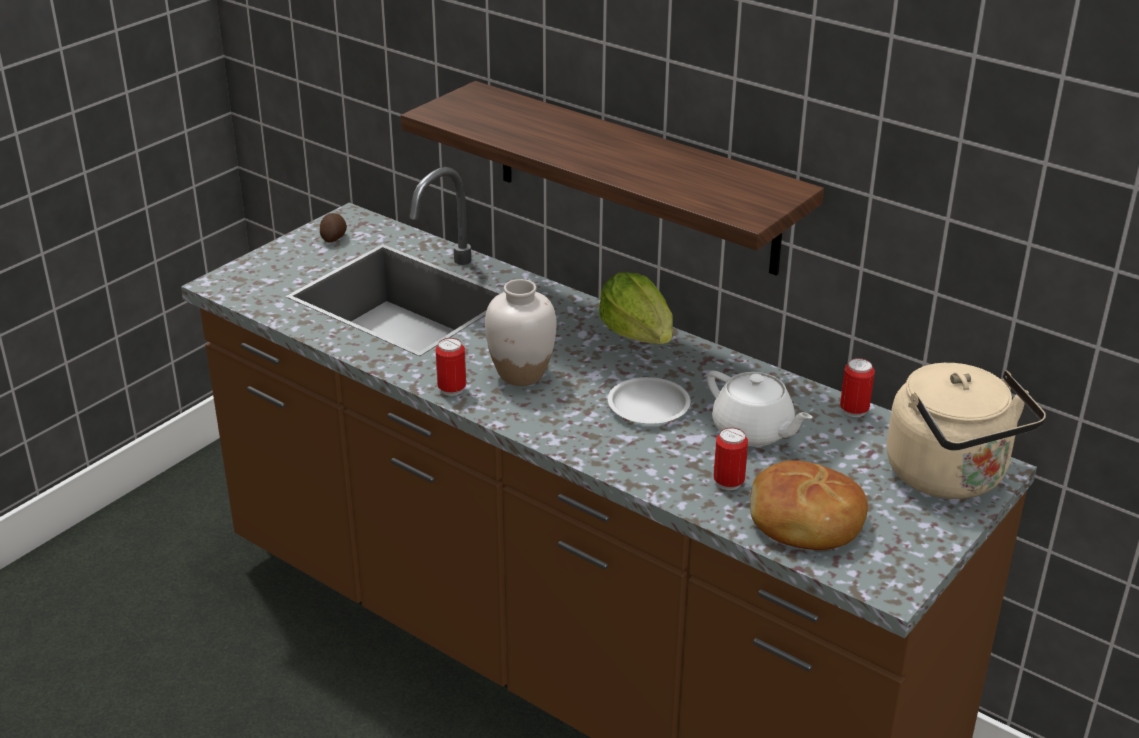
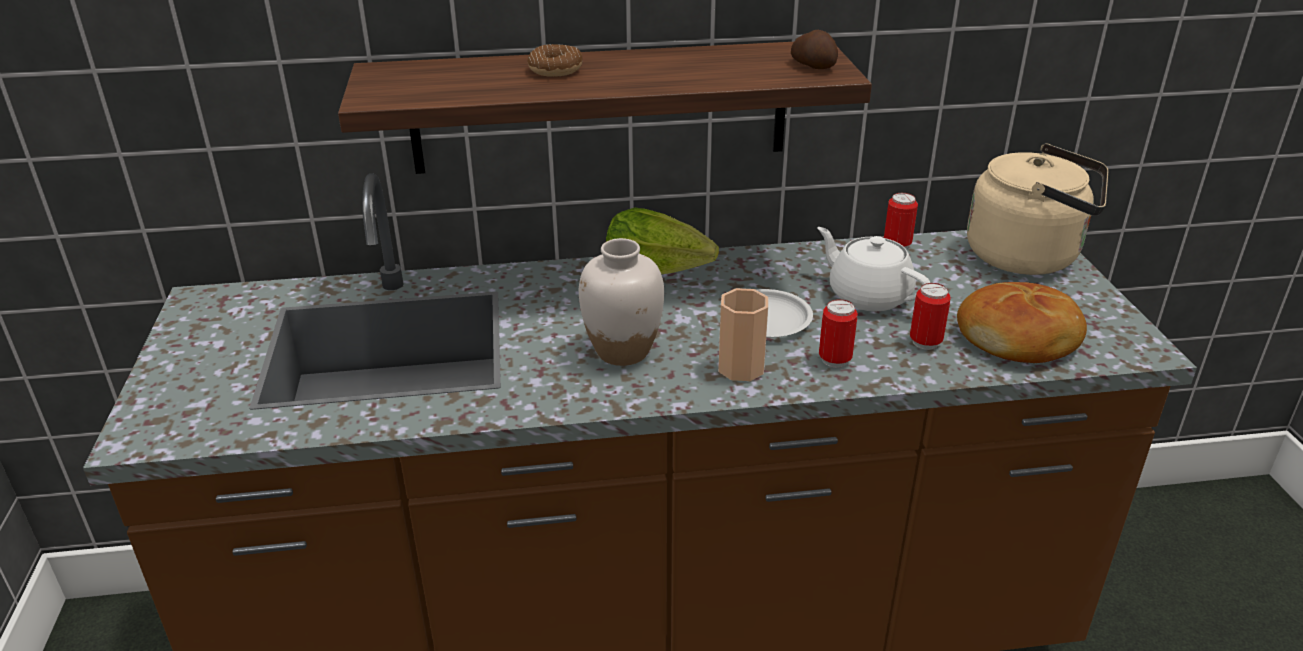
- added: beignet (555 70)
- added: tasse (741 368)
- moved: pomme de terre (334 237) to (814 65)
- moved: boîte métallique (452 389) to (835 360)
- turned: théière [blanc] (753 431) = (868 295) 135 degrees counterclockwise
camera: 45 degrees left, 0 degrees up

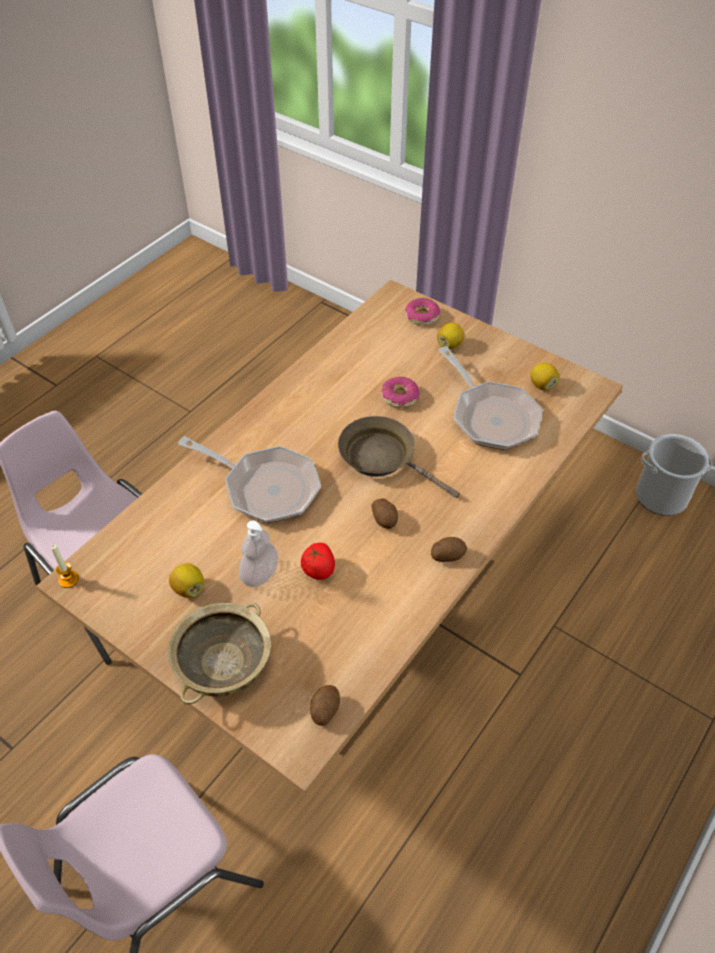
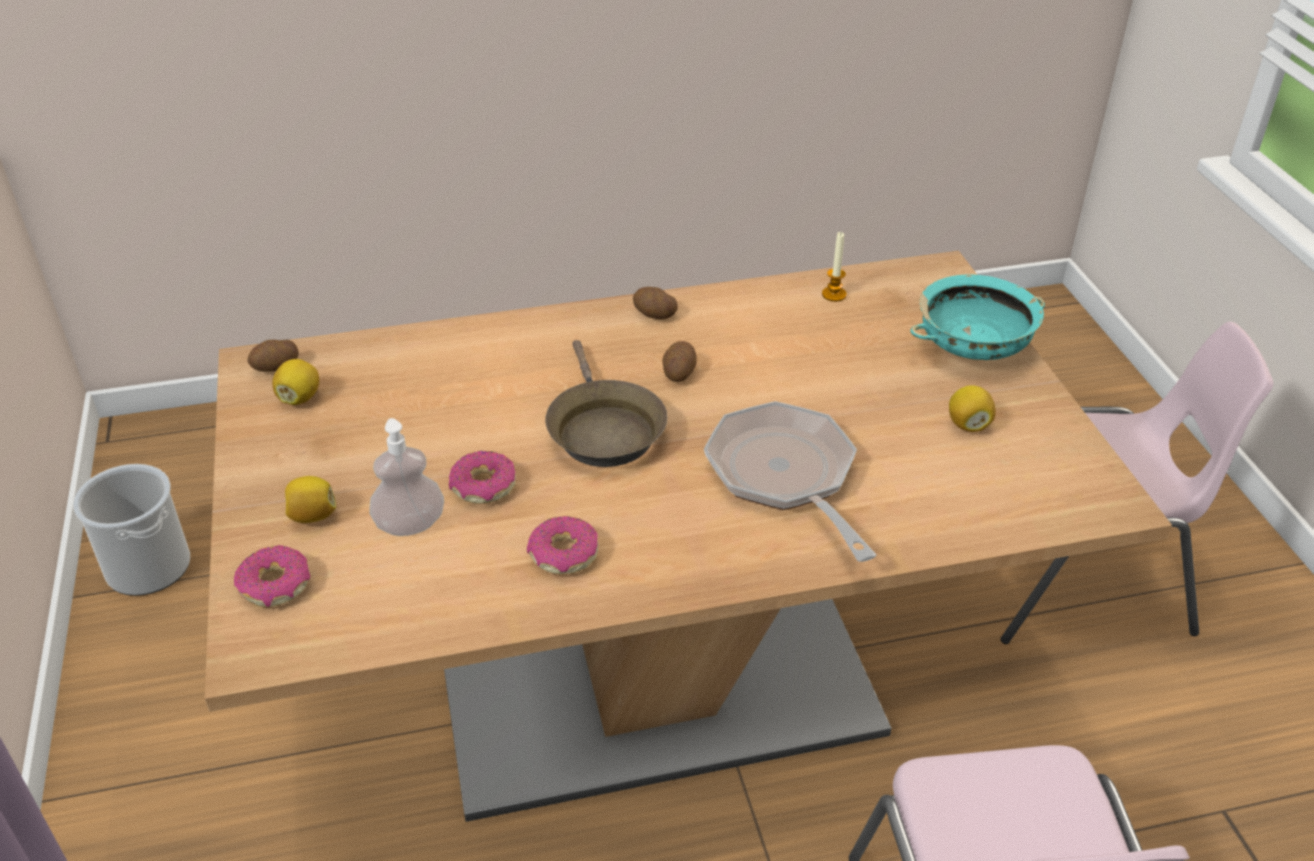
- removed: tomate (319 569)
- removed: poêle (491 416)
- added: beignet (563 554)
- moved: bougie (68 579) to (834 294)
- moved: distributeur de savon (260 574) to (410 524)
- moved: pomme de terre (324 709) to (276 367)
- recoloured: bol [beige] (224 665) to bol [turquoise] (972 347)
camera: 140 degrees left, 10 degrees down

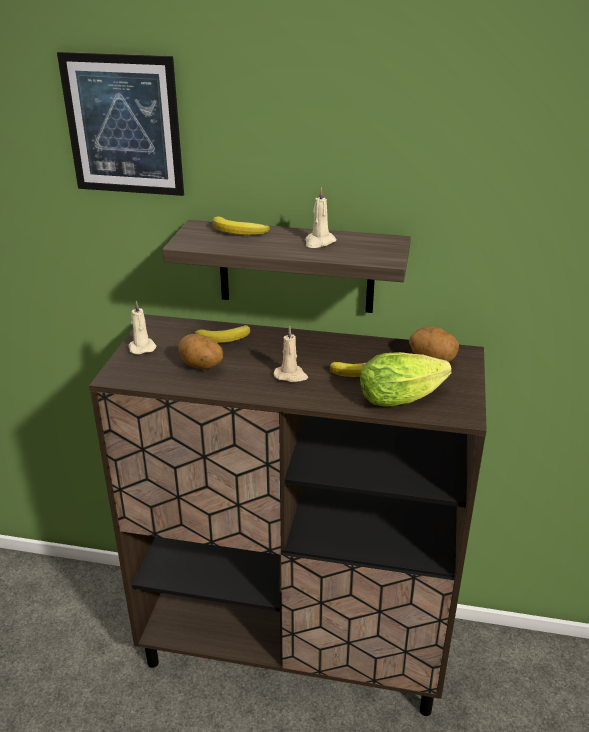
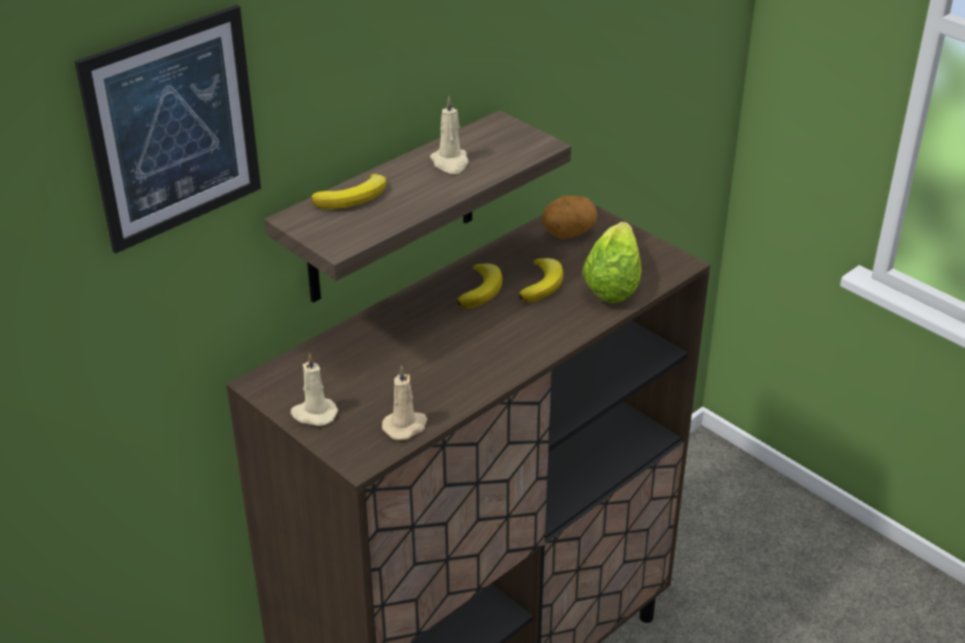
- removed: pomme de terre (201 367)
- moved: banane (225 338) to (481 289)
- moved: bougie [beige] (291 375) to (406 426)
camera: 55 degrees left, 5 degrees up

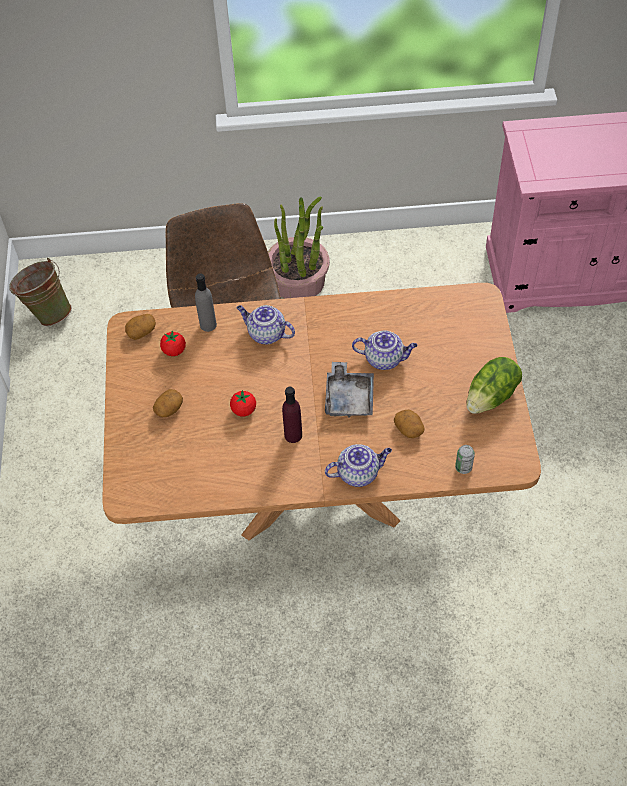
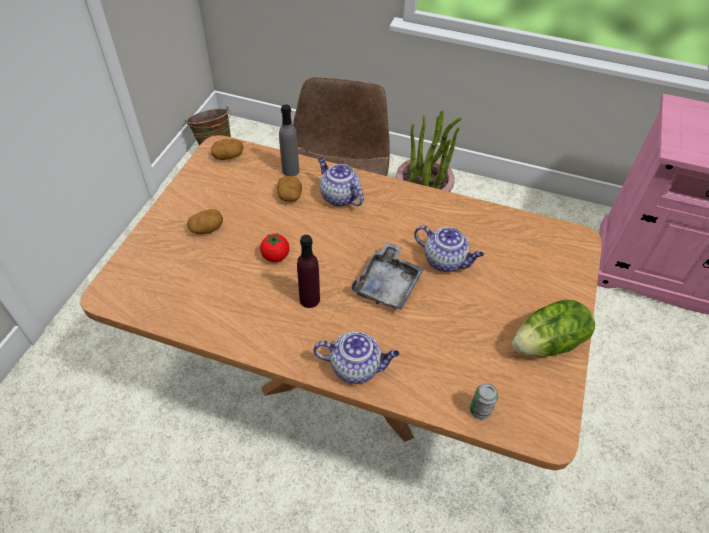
- removed: tomate (174 350)
- moved: pomme de terre (409 429) to (290 196)
camera: 20 degrees right, 5 degrees down

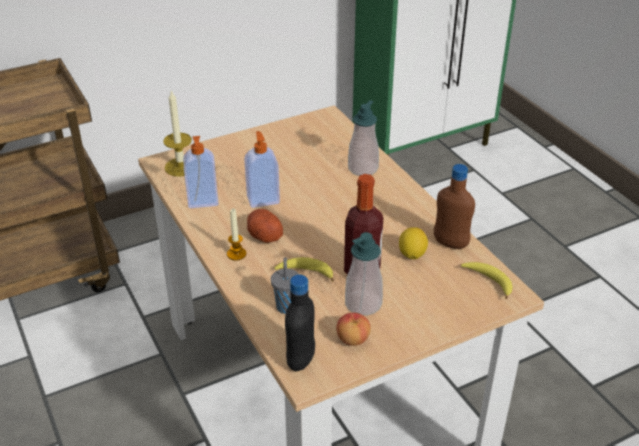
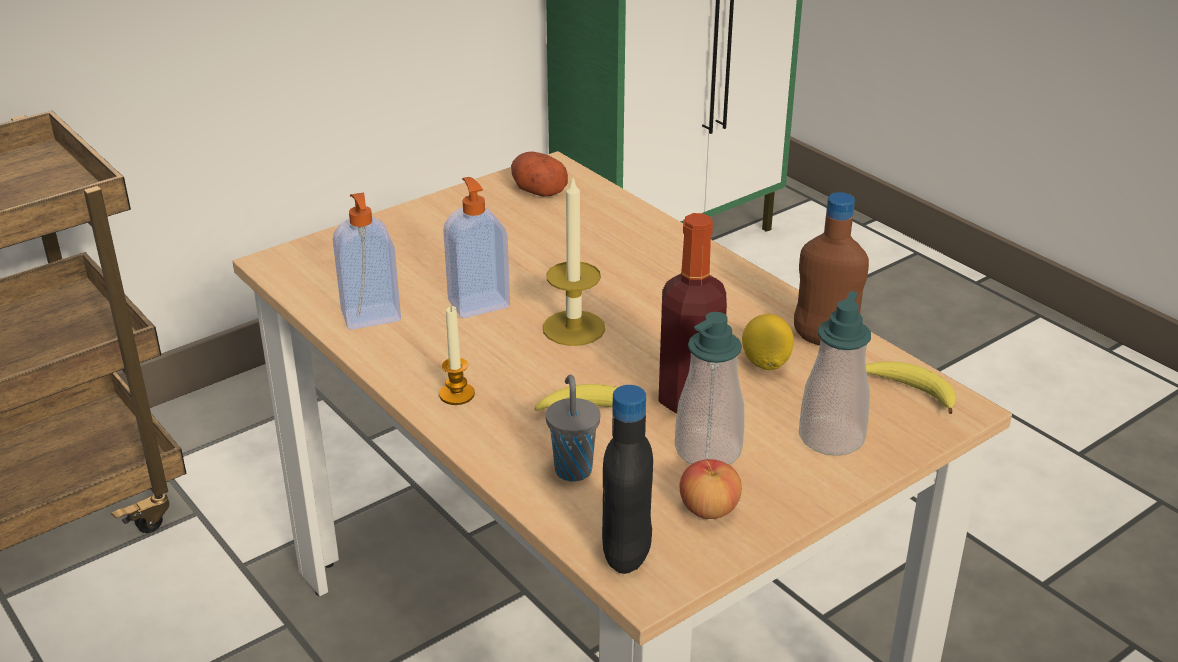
- moved: bougie (180 167) to (573 328)
- moved: pomme de terre (264 235) to (537 190)
- moved: distributeur de savon (363 168) to (831 437)
camera: 10 degrees left, 5 degrees down

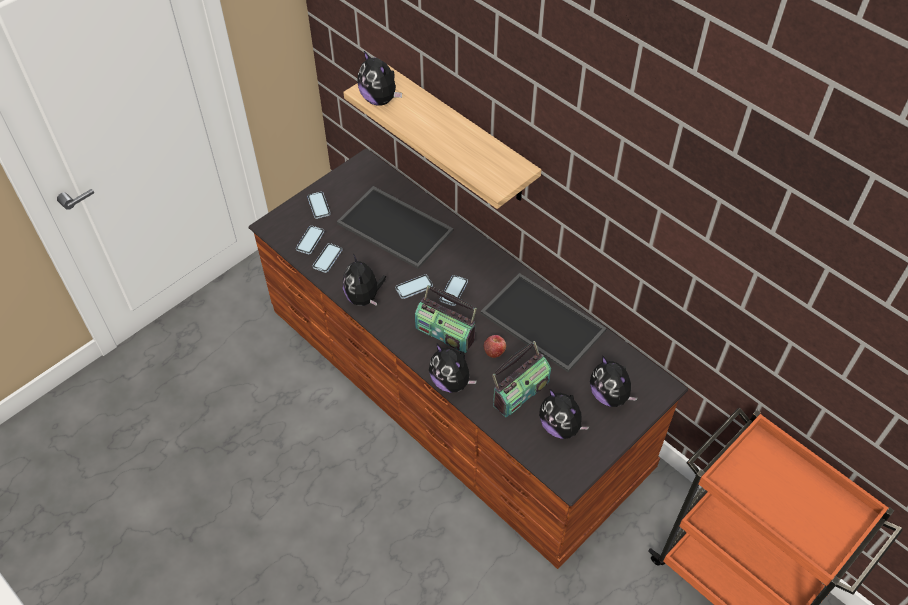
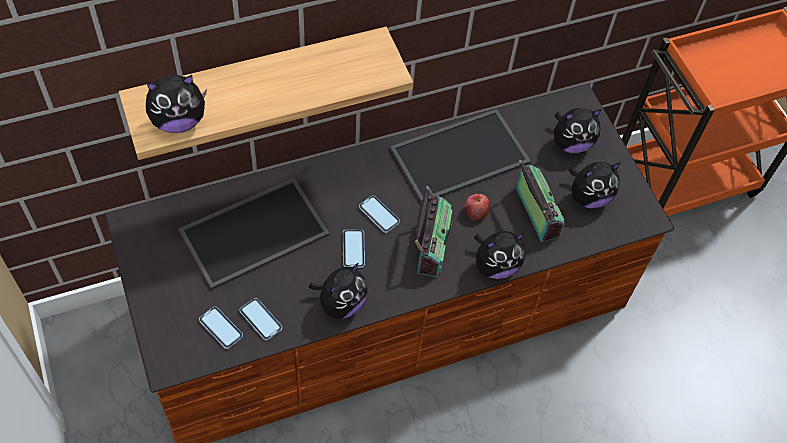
- removed: téléphone (319 206)
- turned: peluche (364 297) = (340 303) 60 degrees counterclockwise
- turned: radio (445 333) = (431 245) 45 degrees counterclockwise
camera: 70 degrees left, 5 degrees up

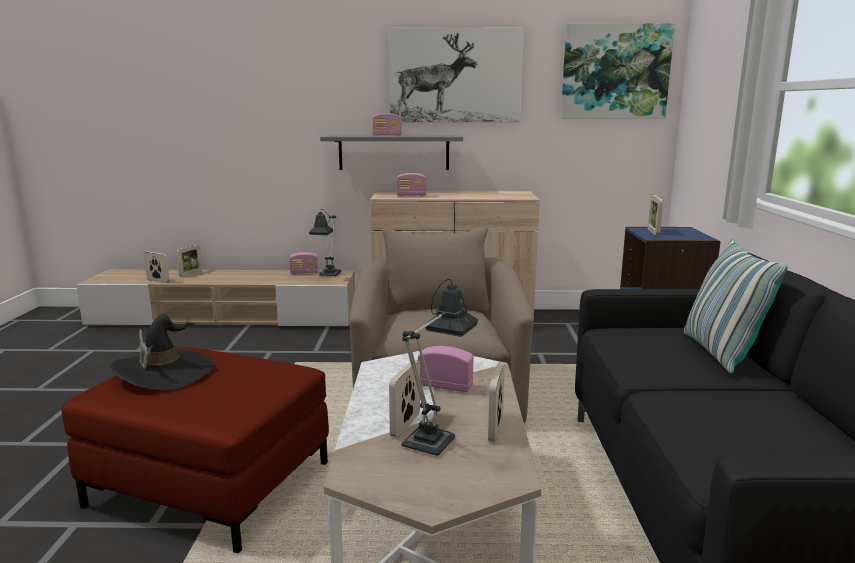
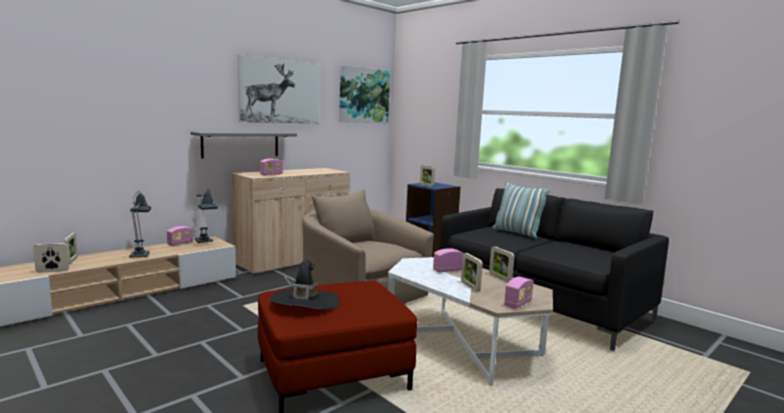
- moved: radio (387 136) to (518 304)
- moved: lampe de table (434 437) to (140 254)
camera: 45 degrees left, 5 degrees down

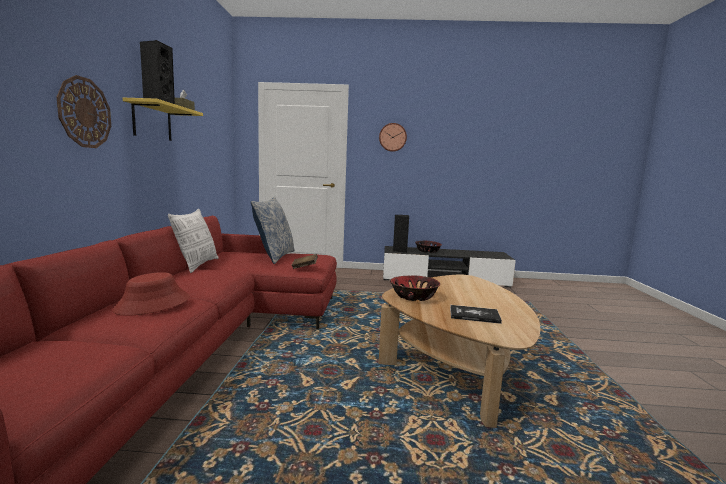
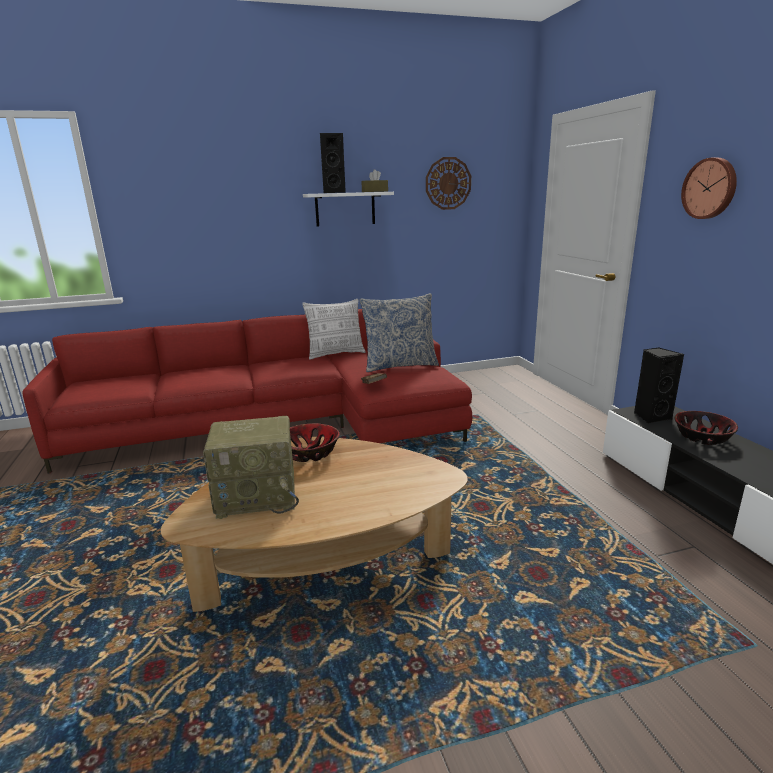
- removed: chapeau [rouge] (153 304)
- moved: horloge murale (84 113) to (448 183)
- replaced: livre (474 315) to radio (258 496)
- recoloured: étagère [jaune] (152 122) to étagère [blanc] (345 209)
camera: 70 degrees right, 10 degrees up

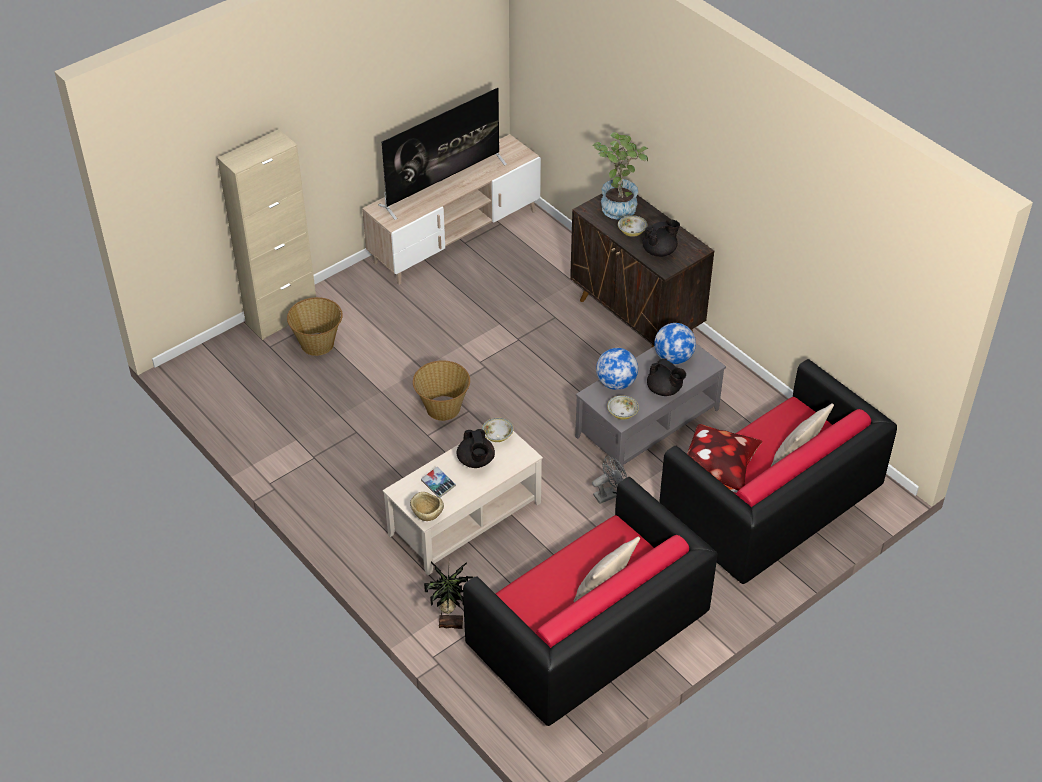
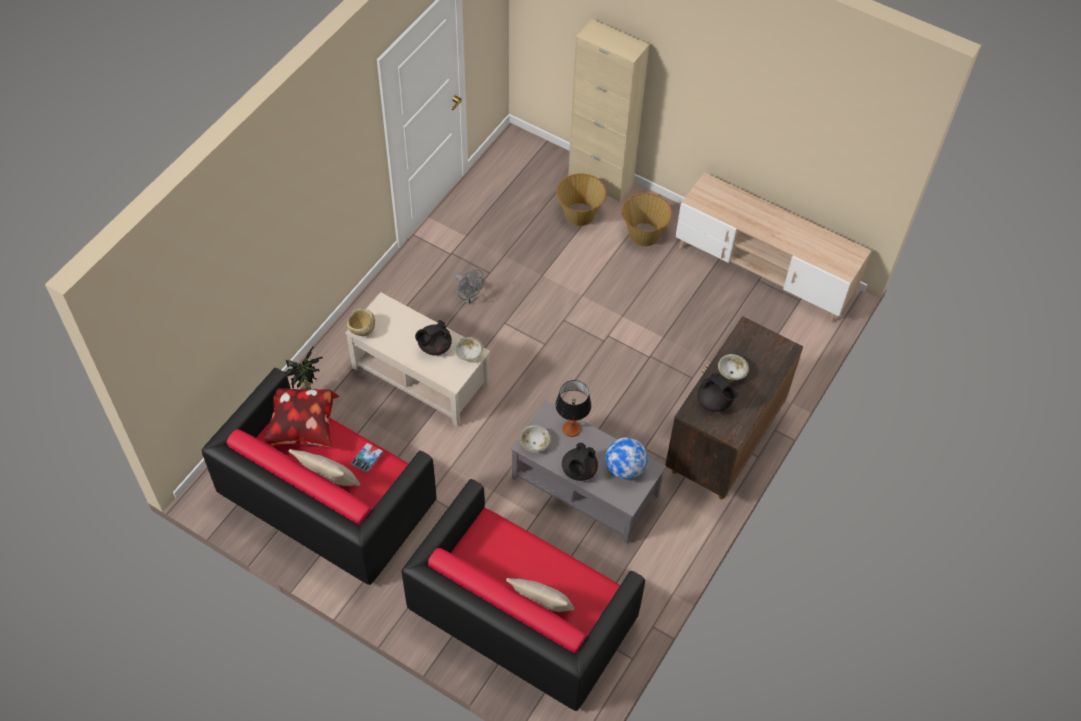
- removed: téléviseur (443 184)
- removed: plante en pot (618 204)
- moved: panier (442 408) to (643 234)
- moved: livre (438 484) to (367 459)
- moved: ventilateur [gris] (609 494) to (468 298)
- moved: coussin (719 472) to (304 429)
- replaced: globe (616 383) to lampe de table (571 429)
camera: 70 degrees right, 10 degrees up

